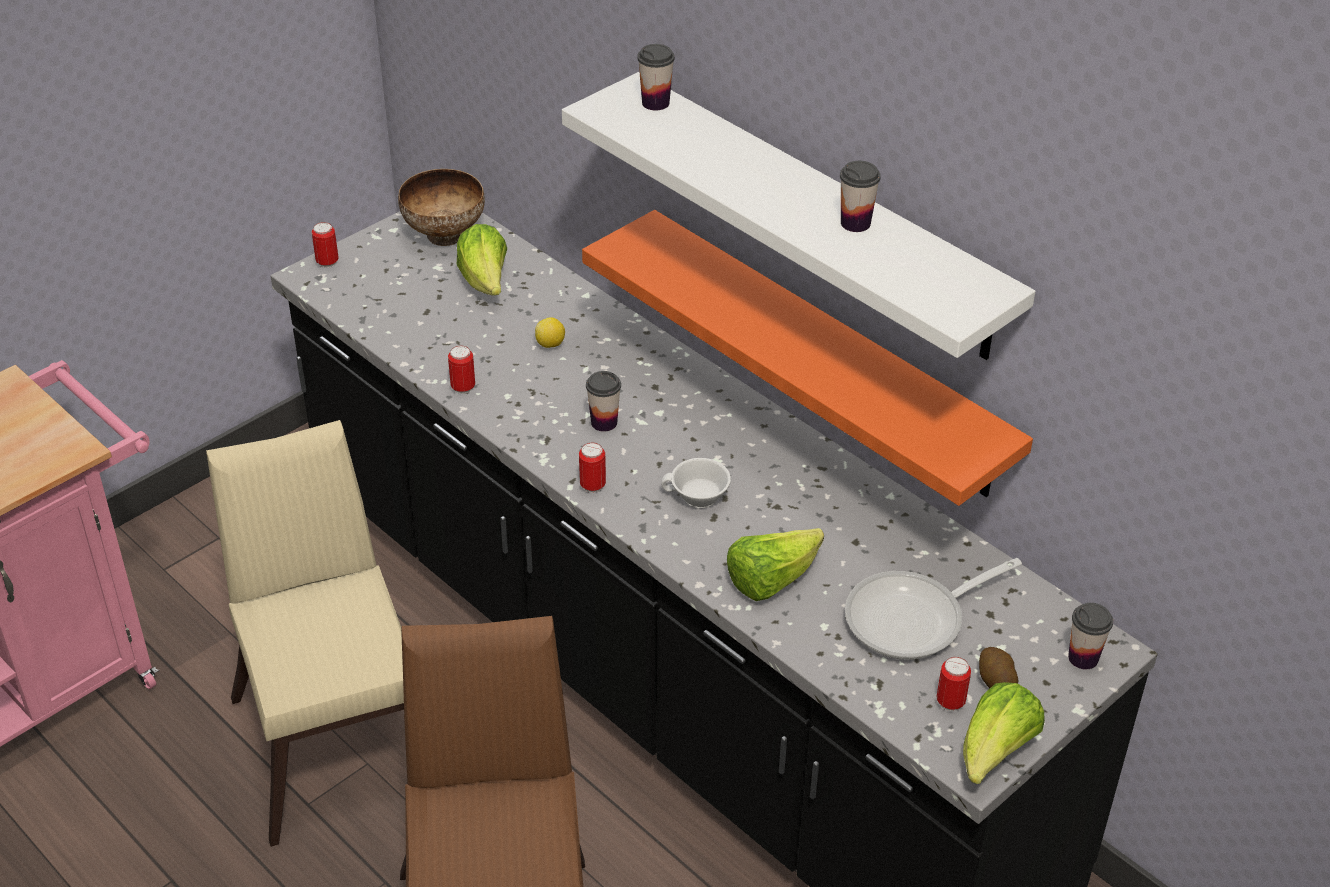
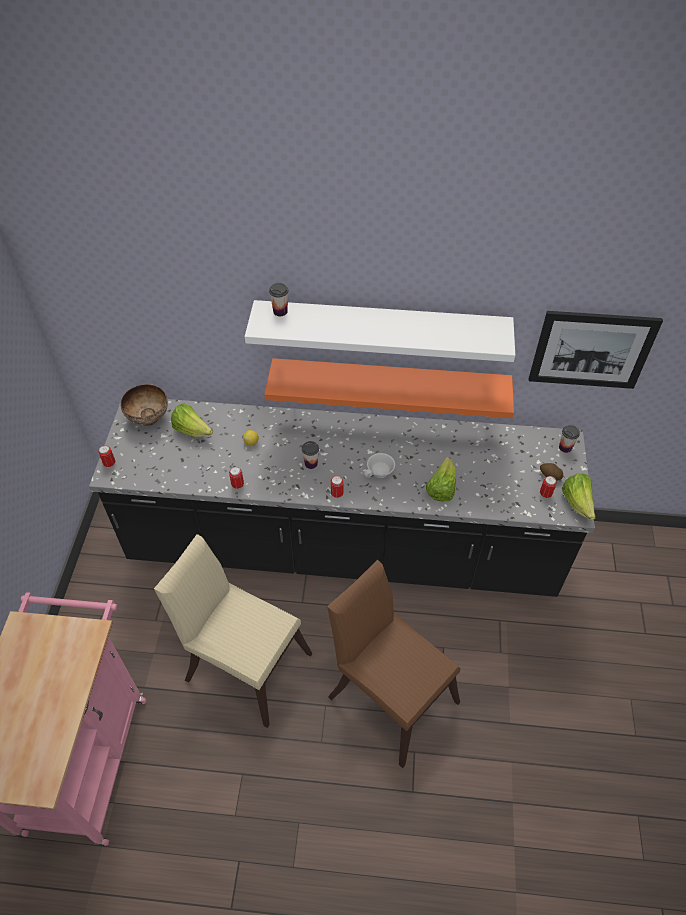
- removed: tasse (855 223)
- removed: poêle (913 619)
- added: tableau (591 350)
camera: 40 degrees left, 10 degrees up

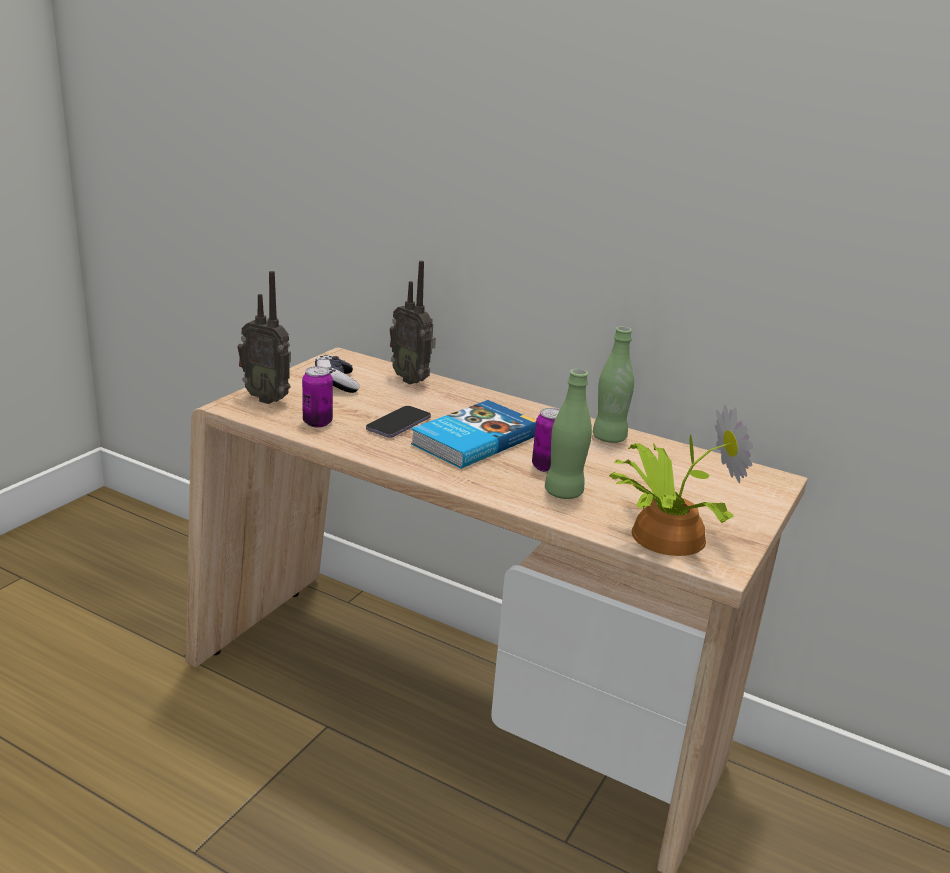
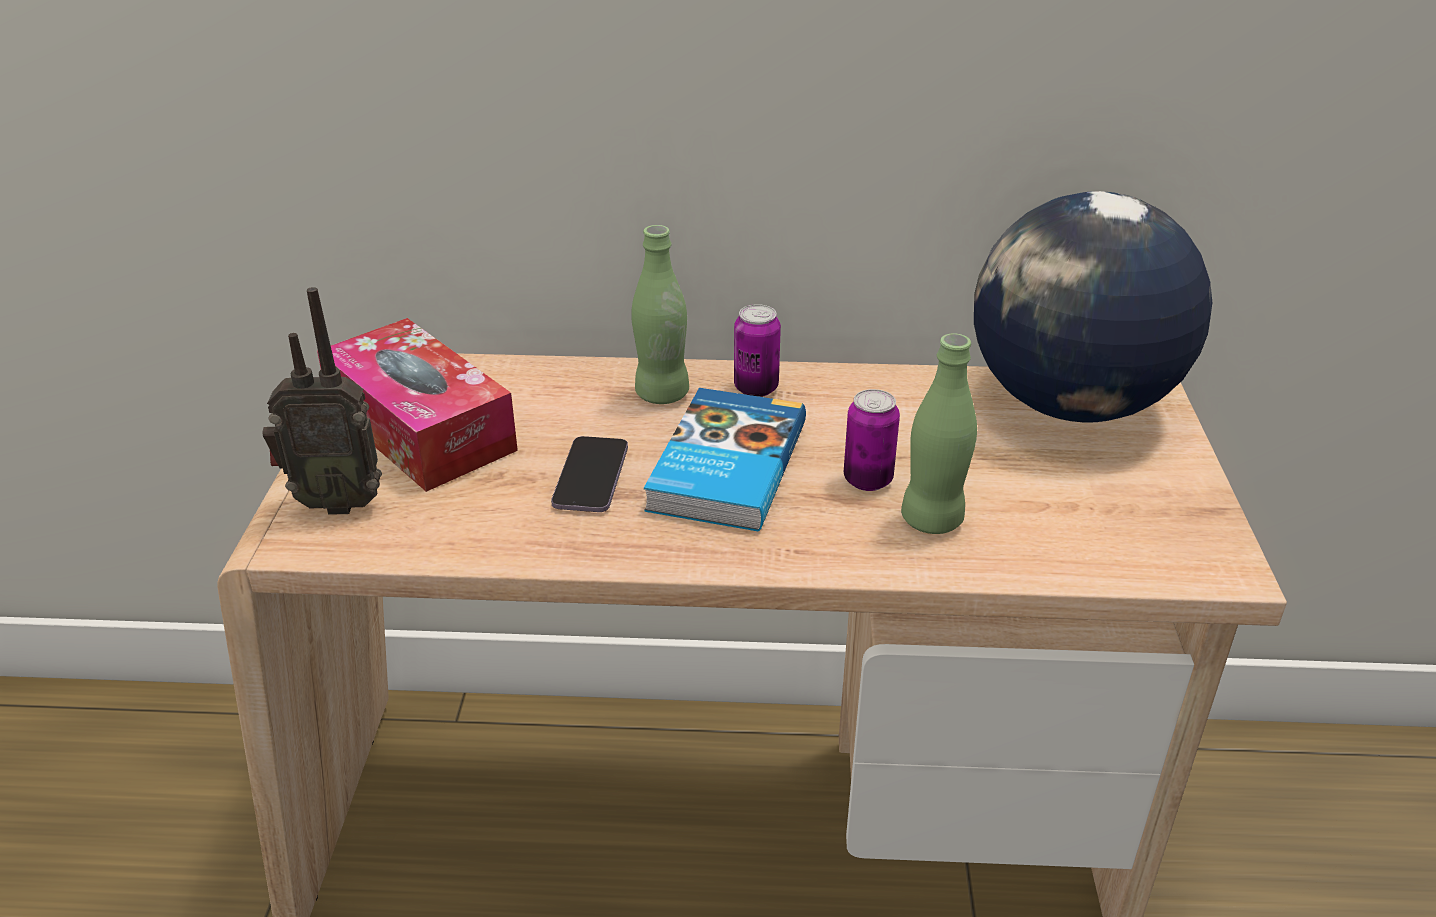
- removed: radio (412 379)
- removed: plante en pot (663 534)
- added: globe (1068 404)
- moved: boîte métallique (317 422) to (756 388)
- moved: bouteille [vert] (609 438) to (662 394)
- replaced: manette (336 383) to boîte à mouchoirs (420 428)
camera: 25 degrees left, 10 degrees up

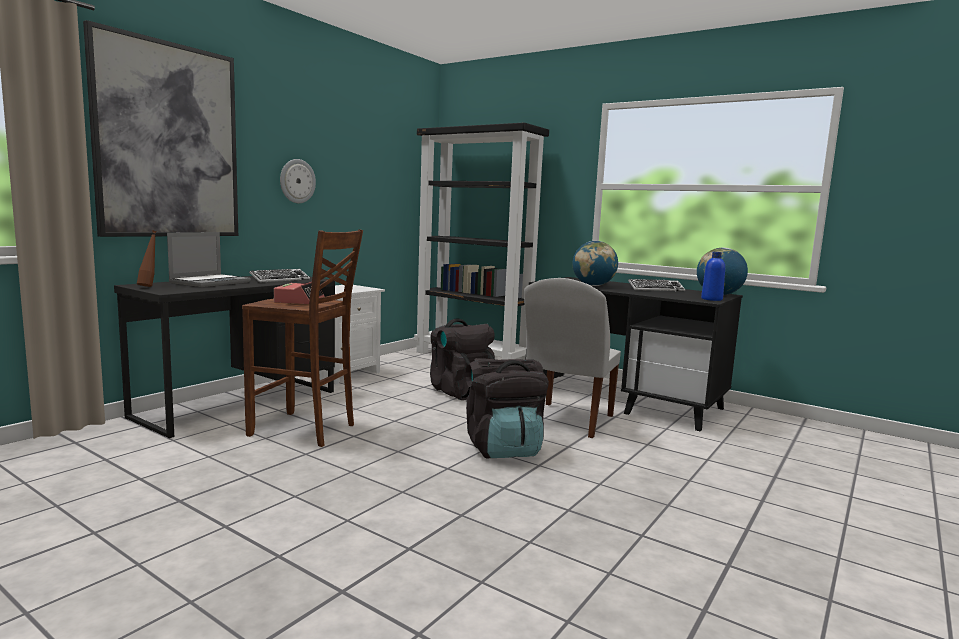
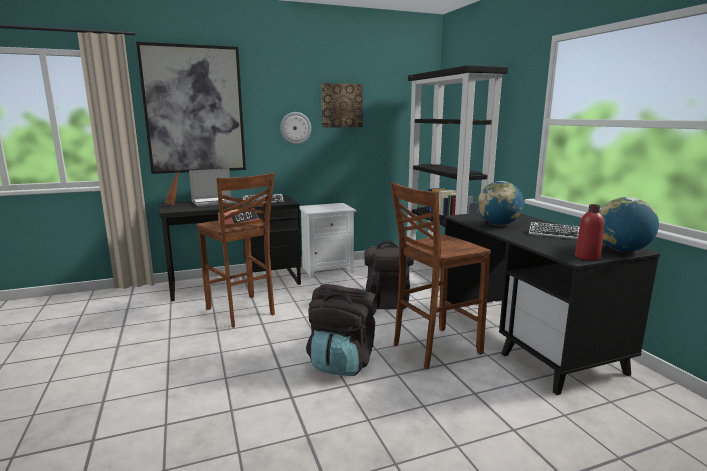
- added: tableau (341 105)
- replaced: chaise [blanc] (566 421) to tabouret [marron] (433 348)
- recoloured: bouteille [bleu] (711 299) to bouteille [rouge] (587 257)
camera: 35 degrees right, 5 degrees up

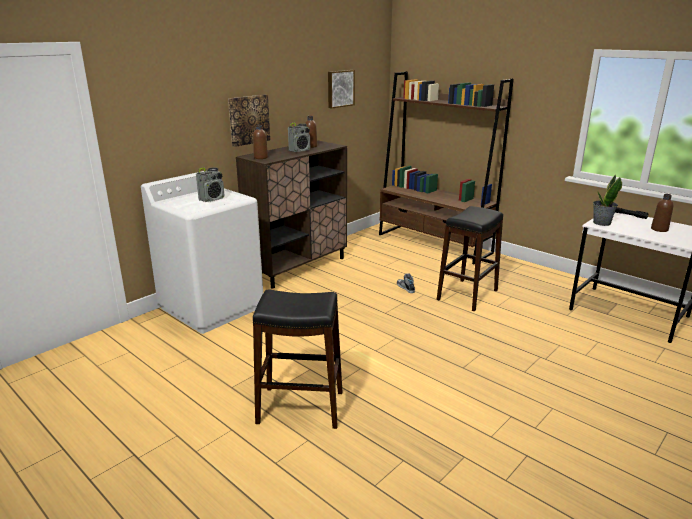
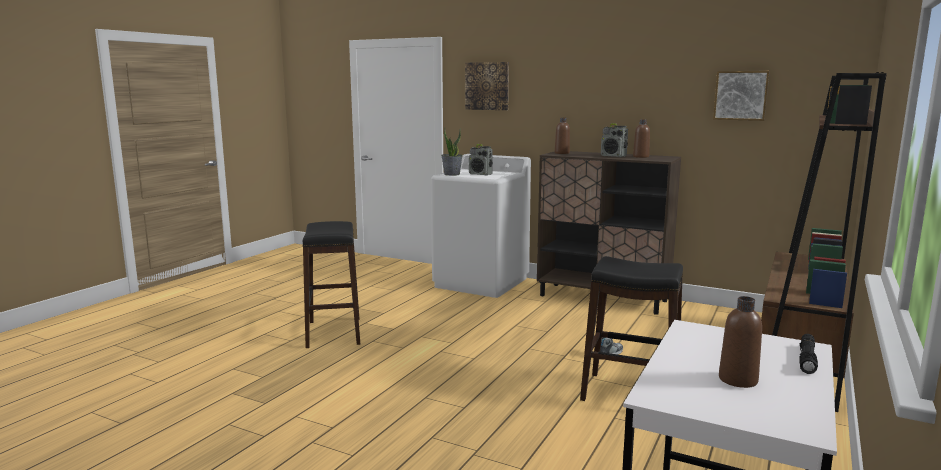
- moved: tableau (248 120) to (487 86)
- moved: plante en pot (601 223) to (451 174)
camera: 75 degrees right, 10 degrees down

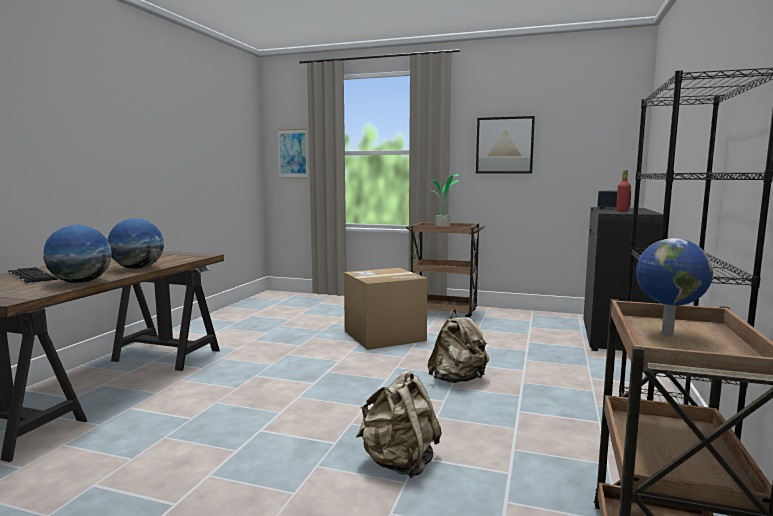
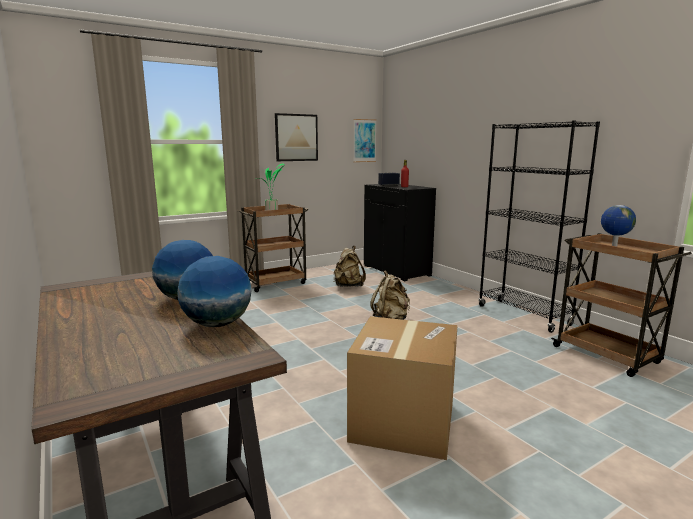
- removed: clavier (30 276)
- moved: tableau (293 154) to (364 140)
- moved: carton (384 336) to (403 422)
- moved: sac à dos [beige] (399 463) to (348 286)
camera: 50 degrees left, 5 degrees up

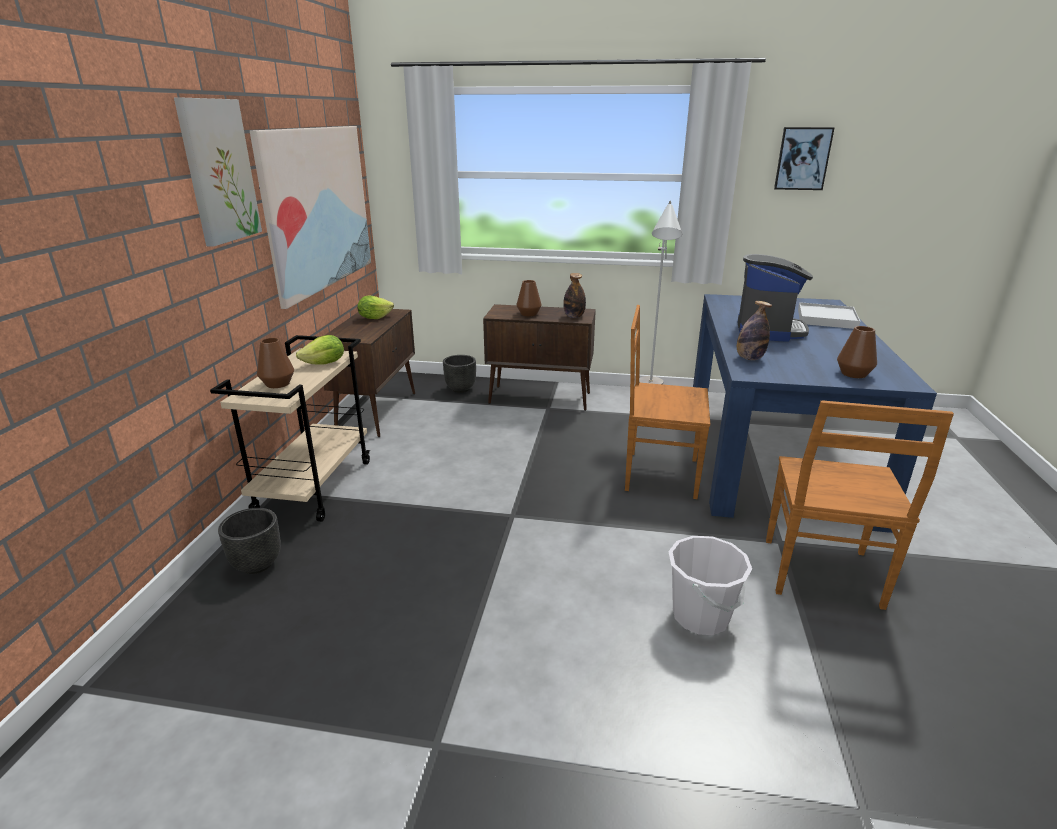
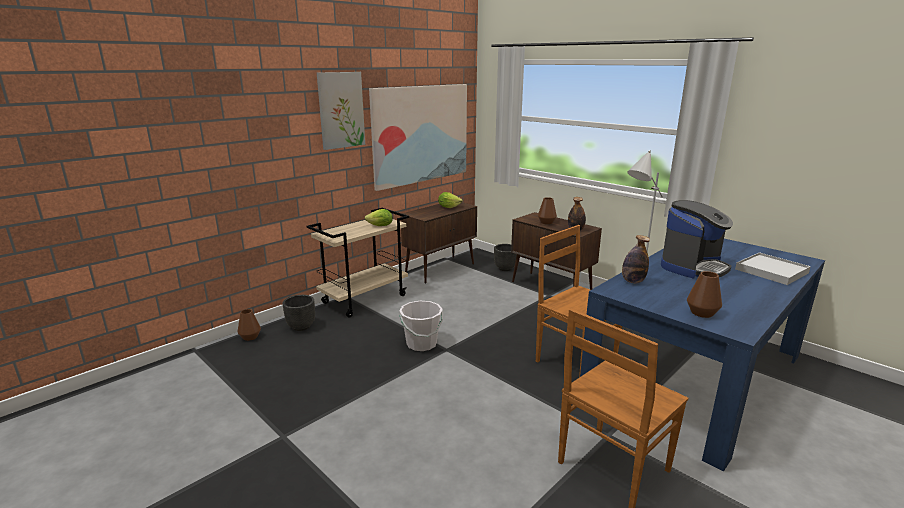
- removed: tableau (802 158)
- moved: vase [marron] (278 384) to (250 337)
- moved: seau [blanc] (701 616) to (421 344)
camera: 35 degrees right, 5 degrees down

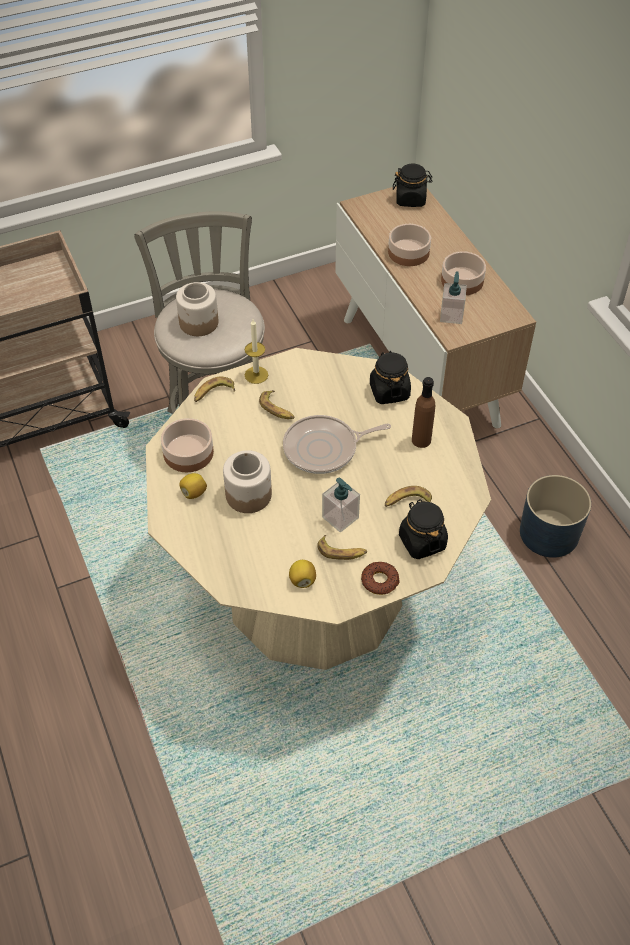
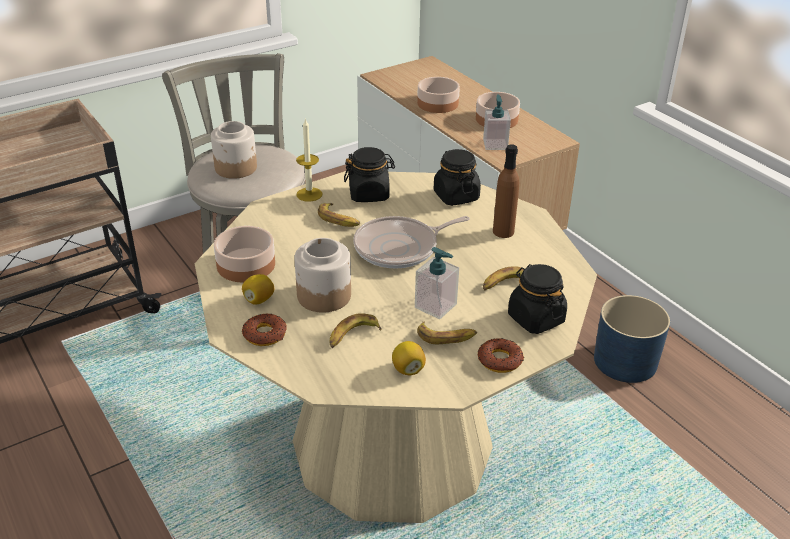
- added: beignet (265 334)
- moved: banane (213 393) to (352 336)
- moved: bocal [noir] (411 199) to (369 194)
camera: 10 degrees left, 15 degrees down

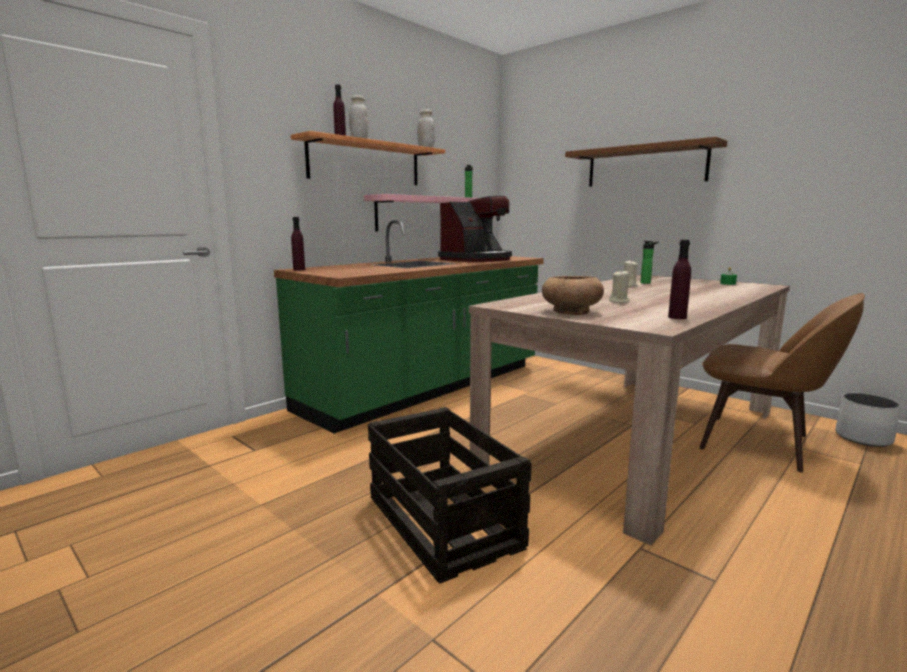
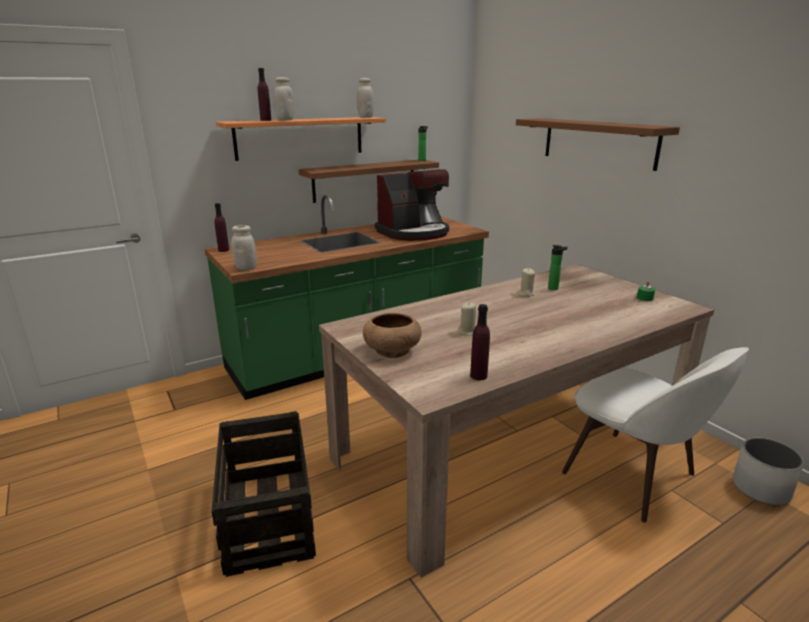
- added: bocal [blanc] (246 268)
- recoloured: étagère [rose] (419 213) to étagère [marron] (365 180)
- recoloured: chaise [marron] (760 443) to chaise [blanc] (633 476)
camera: 15 degrees right, 10 degrees up

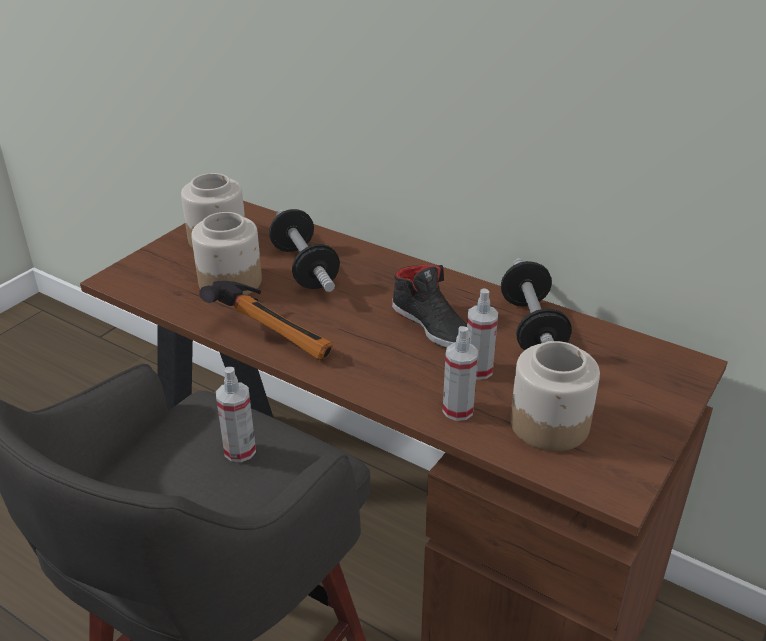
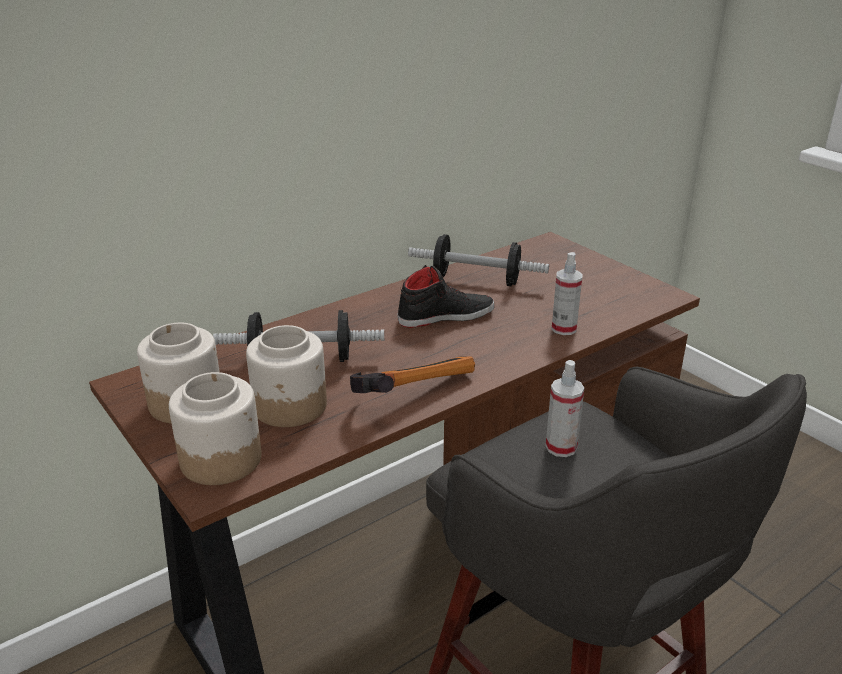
- removed: vaporisateur (478 370)
- moved: bocal (550 424) to (221 459)
camera: 70 degrees left, 5 degrees down

